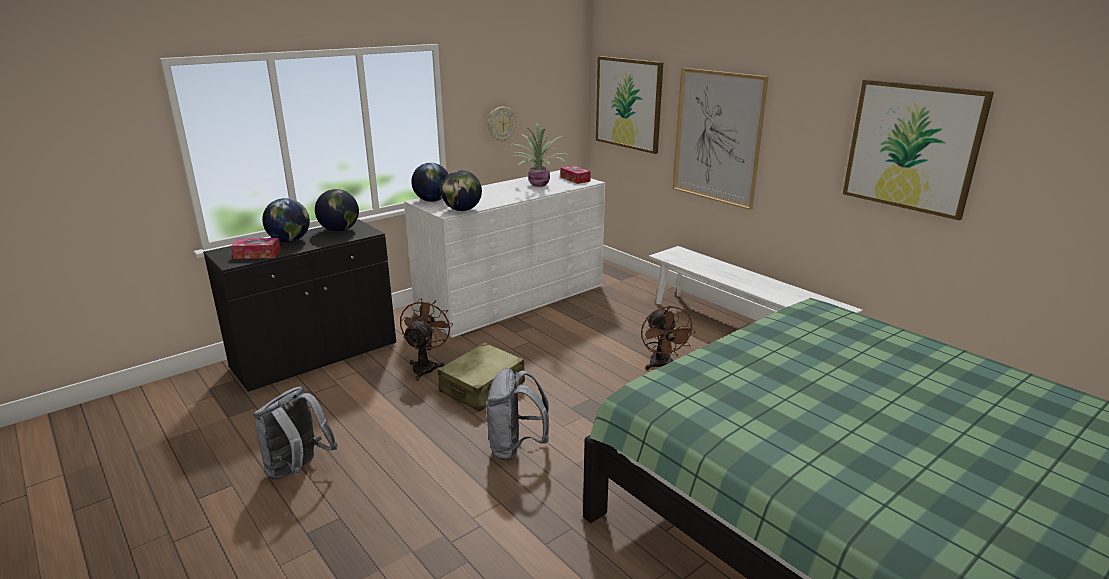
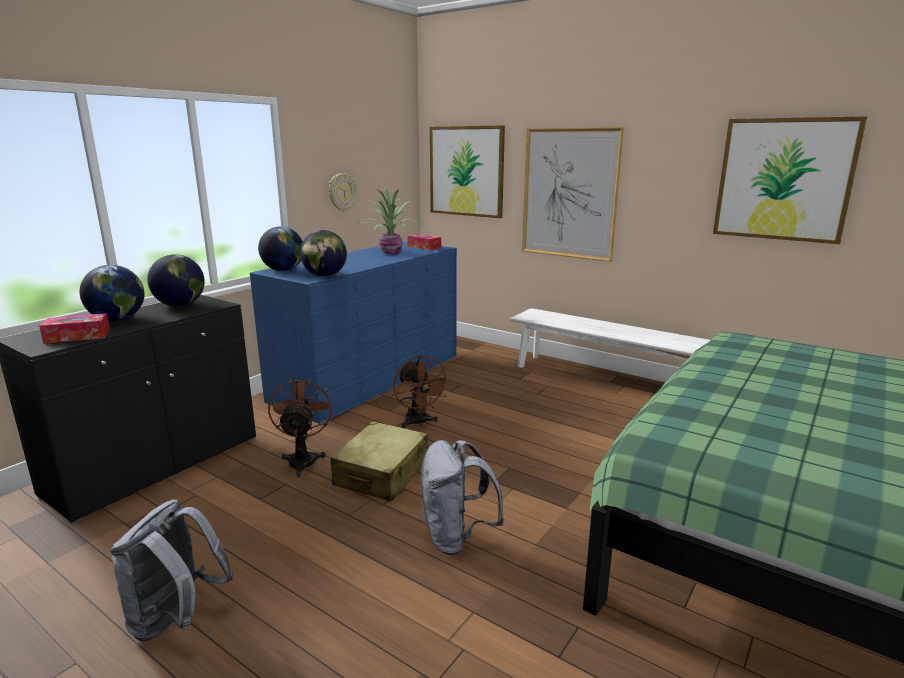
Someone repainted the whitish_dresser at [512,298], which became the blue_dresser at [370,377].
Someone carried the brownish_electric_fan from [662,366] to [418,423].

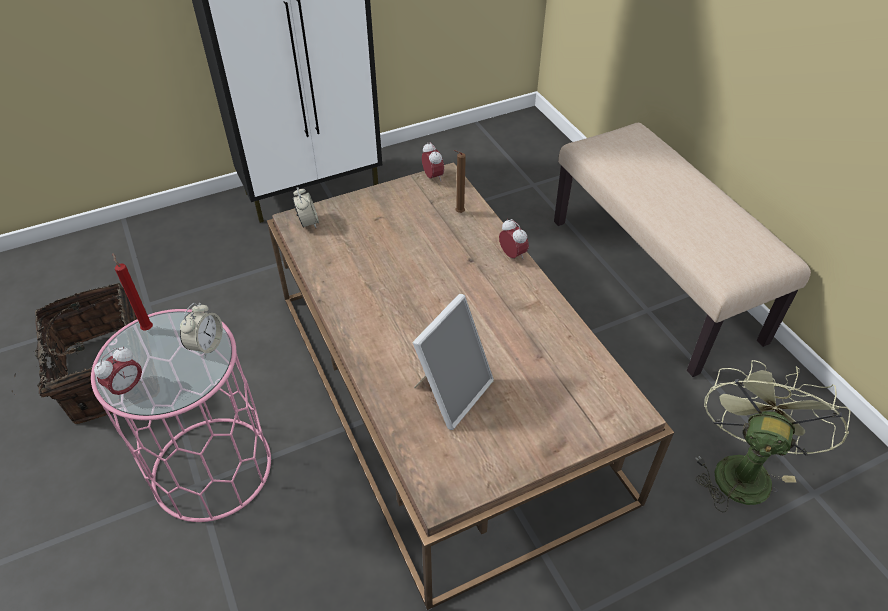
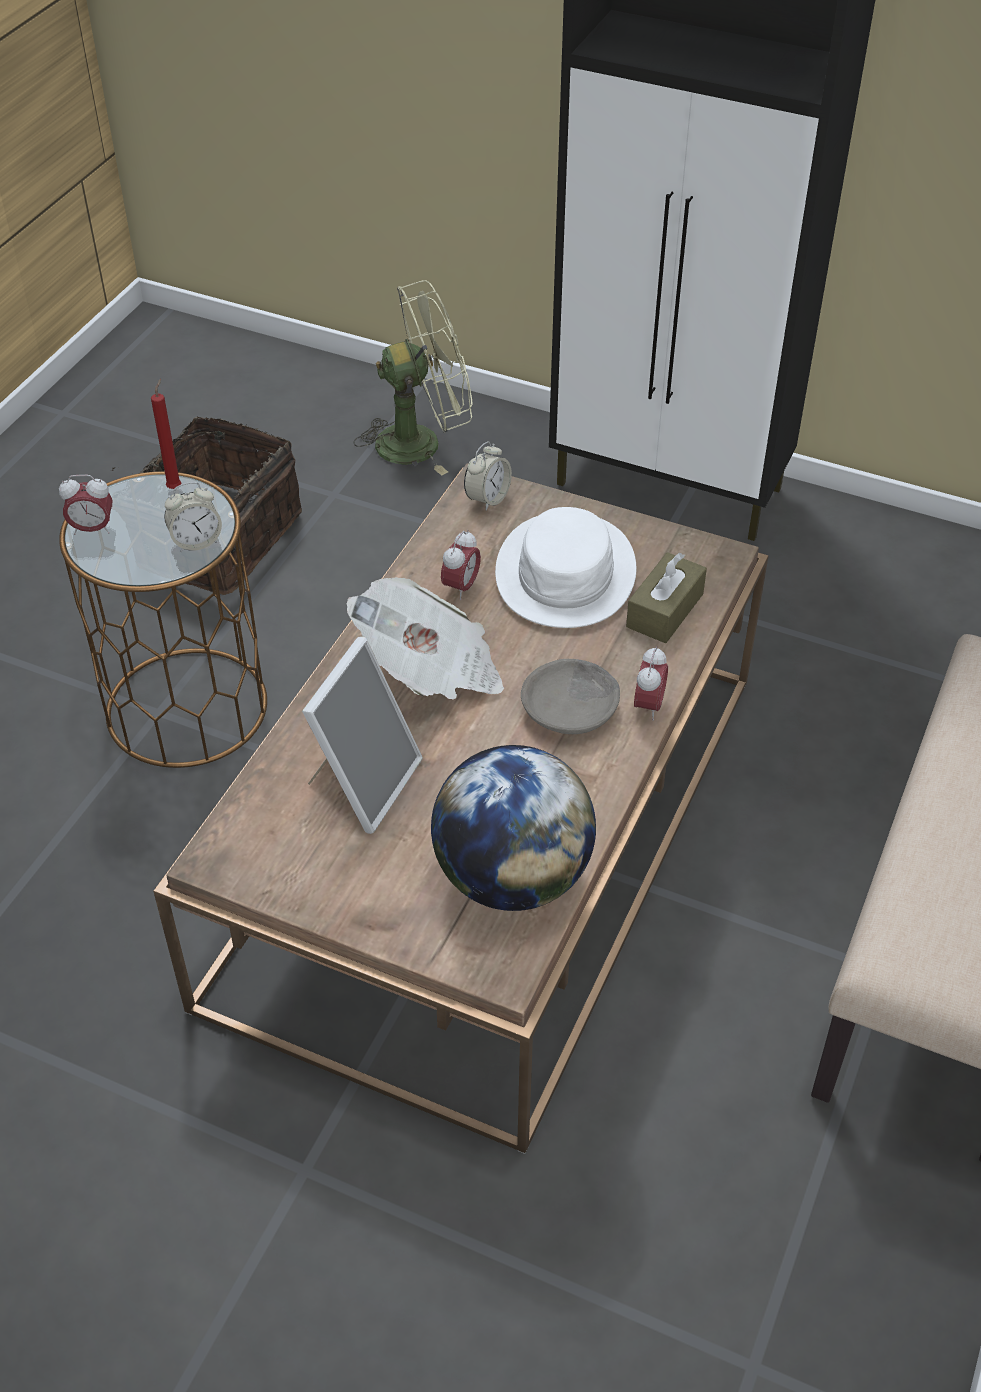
Someone repainted the pink-coloured_side_table at [212,467], which became the brownish_side_table at [187,707].
Someone rotated the picture_frame at [451,392] by 60 degrees counterclockwise.
Someone carried the bedside_clock from [433,177] to [461,587].
Someone swapped the brownish_wax_light at [458,213] for the brownish_box_of_tissues at [665,610].
Someone carried the greenish_electric_fan from [741,468] to [421,441].
Someone put down the daily_paper at [430,670].
Someone put down the desk_globe at [512,877].
Someone put down the whitish_wearable_hat at [566,573].
Someone put down the greyish_serving_bowl at [571,708].

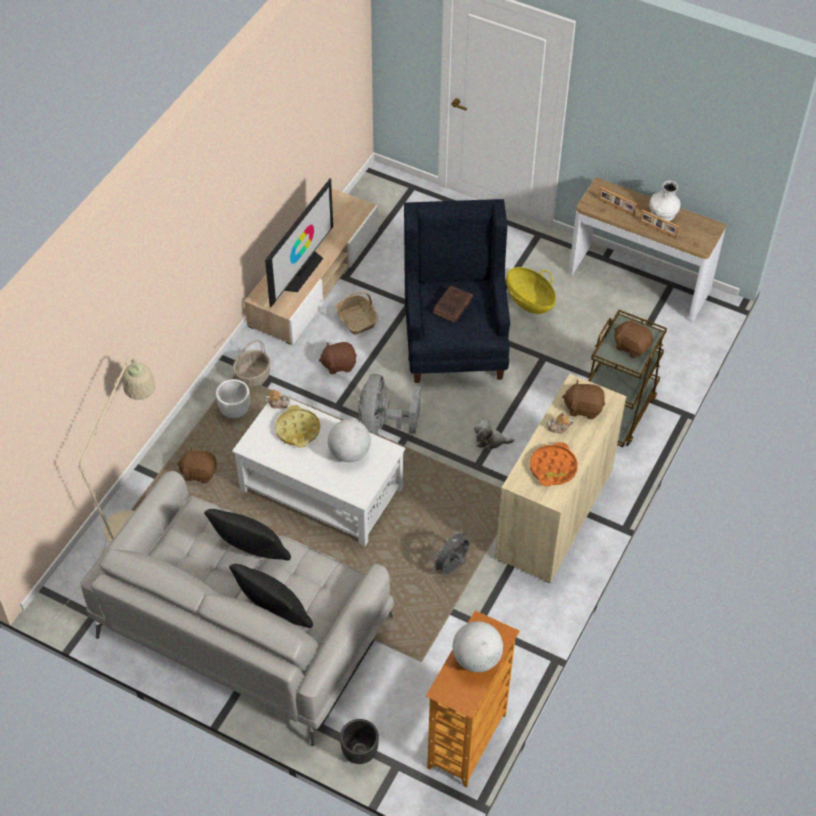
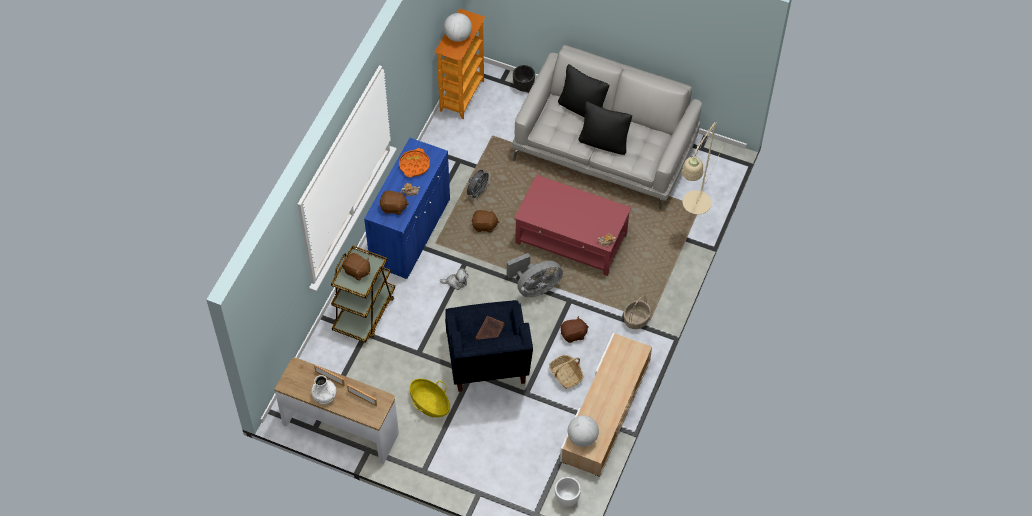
Someone carried the brownish_soft_toy from [199,472] to [484,226].
Someone carried the whitish_plant_pot from [234,410] to [567,498].
Someone repainted the whitish_low_table at [320,488], which became the red_low_table at [571,239].
Someone took away the television at [300,271].
Someone took away the yellowish_carrying_tray at [298,429].
Someone carried the desk_globe from [349,453] to [582,438].
Someone rotated the greyish_electric_fan at [382,426] by 60 degrees clockwise.
Someone repainted the sand-coloured_storage_cabinet at [554,514], which became the blue_storage_cabinet at [410,232].

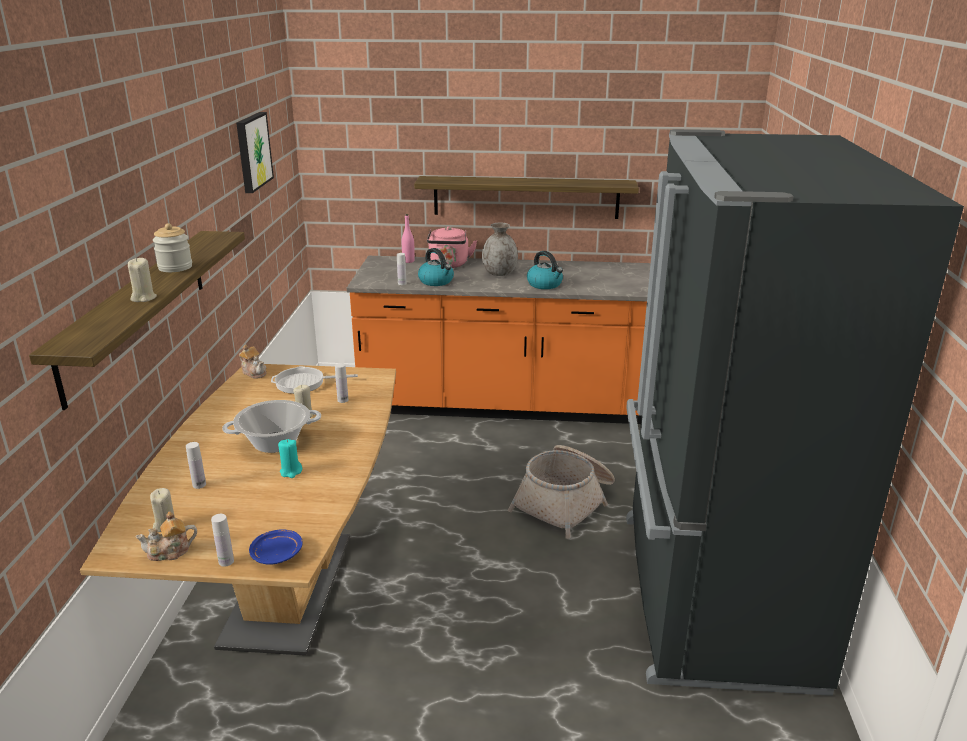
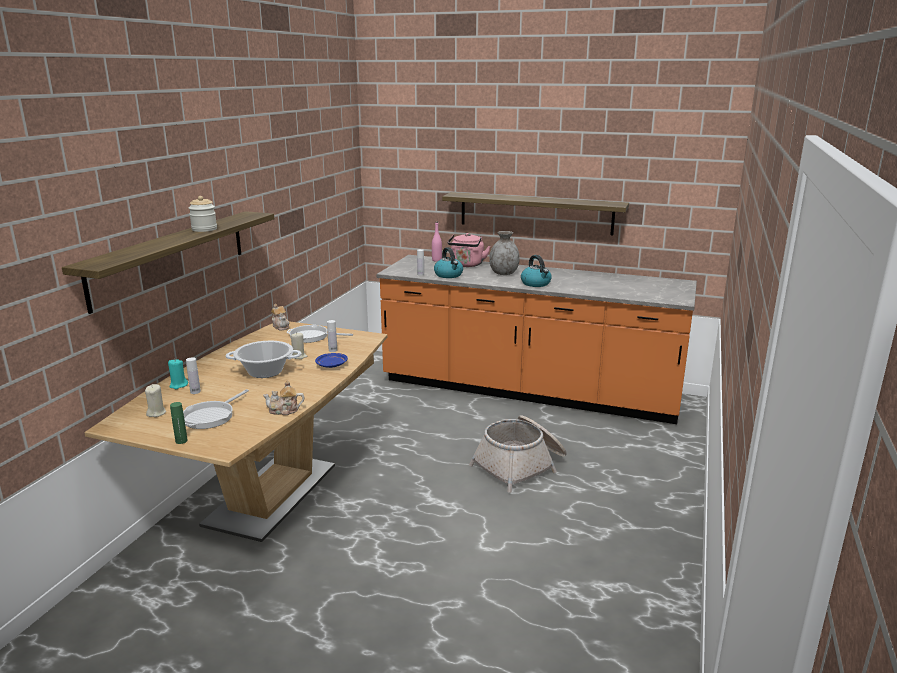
Someone took away the sand-coloured_wax_light at [143,298].
Someone carried the tea_pot from [170,552] to [284,410].
Someone repainted the whitish_bottle at [226,561], which became the greenish_bottle at [181,441].
Someone took away the wall_art at [252,151].
Someone carried the blue_plate from [277,554] to [331,365].
Someone carried the blue-green_wax_light from [291,472] to [178,385].
Someone took away the black-coloured_refrigerator at [710,597].
Someone put down the pan at [211,416].

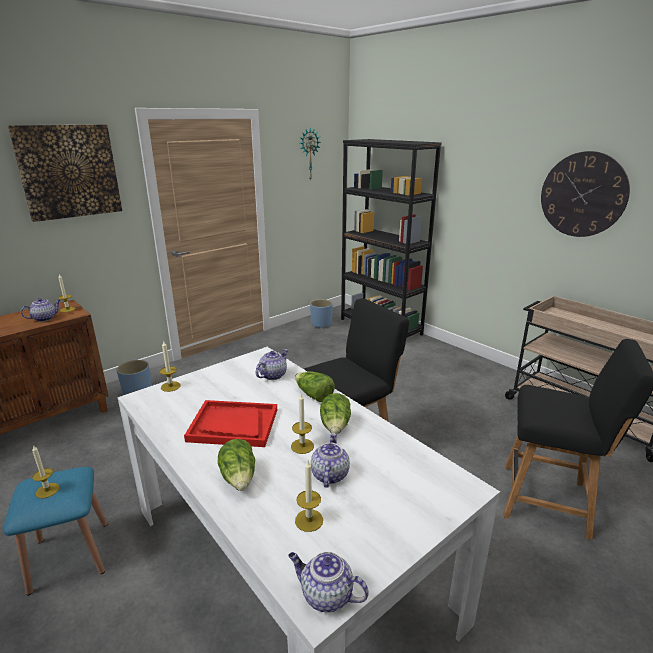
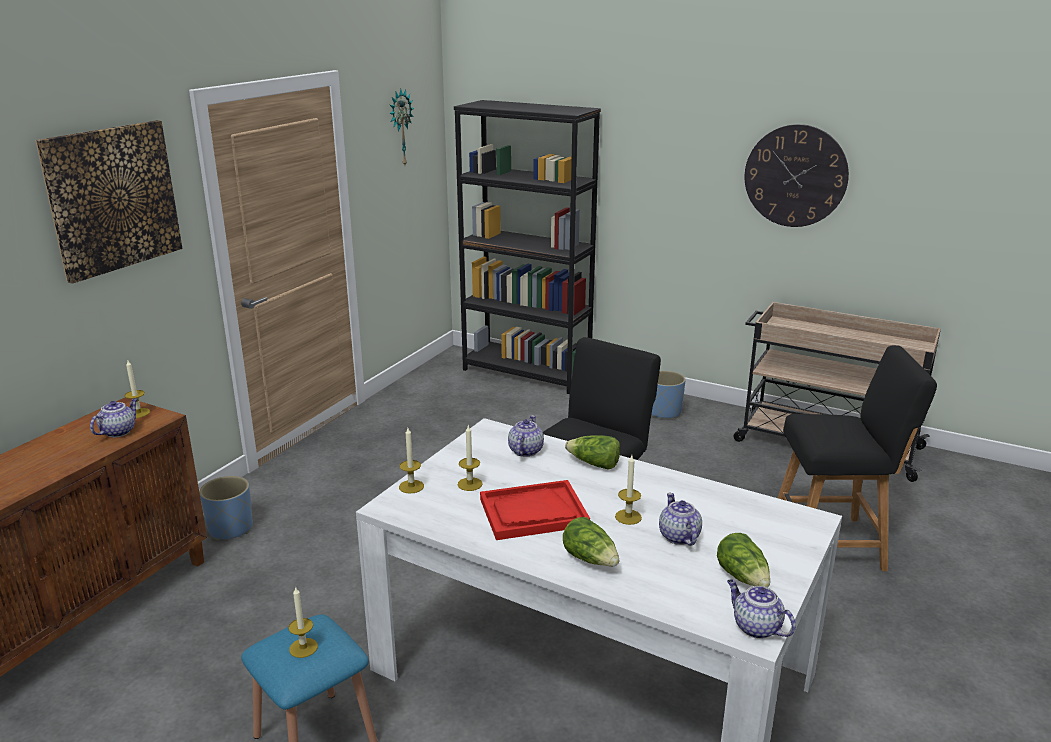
Someone rotated the tea_pot at [325,595] by 45 degrees clockwise.
Someone carried the wax_light from [309,520] to [470,484].
Someone carried the blue_plant_pot from [321,324] to [664,412].
Someone carried the lettuce from [336,426] to [743,577].

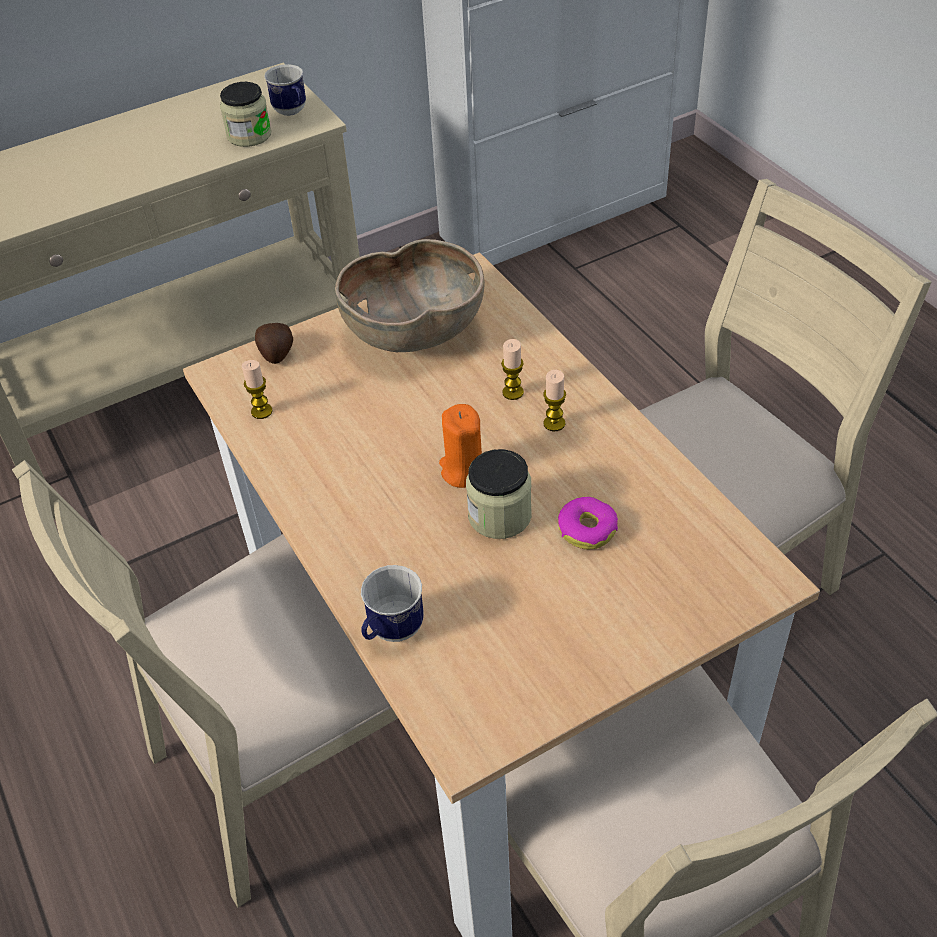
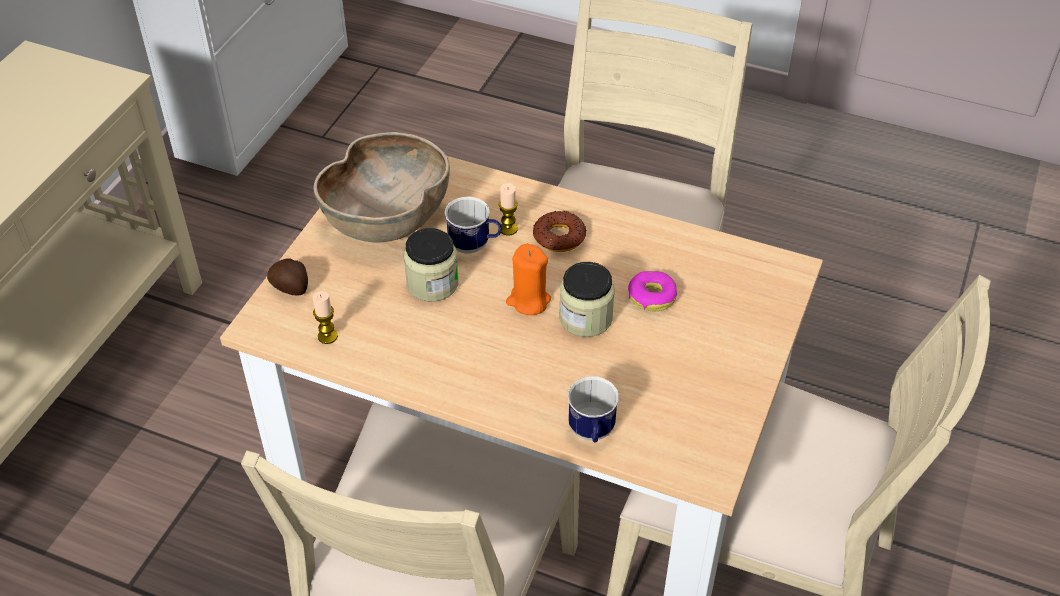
Someone carried the preserve_jar from [249,135] to [432,283].
Someone carried the mug from [292,112] to [475,246].
Someone swapped the wax_light at [554,423] for the ring_doughnut at [559,236].

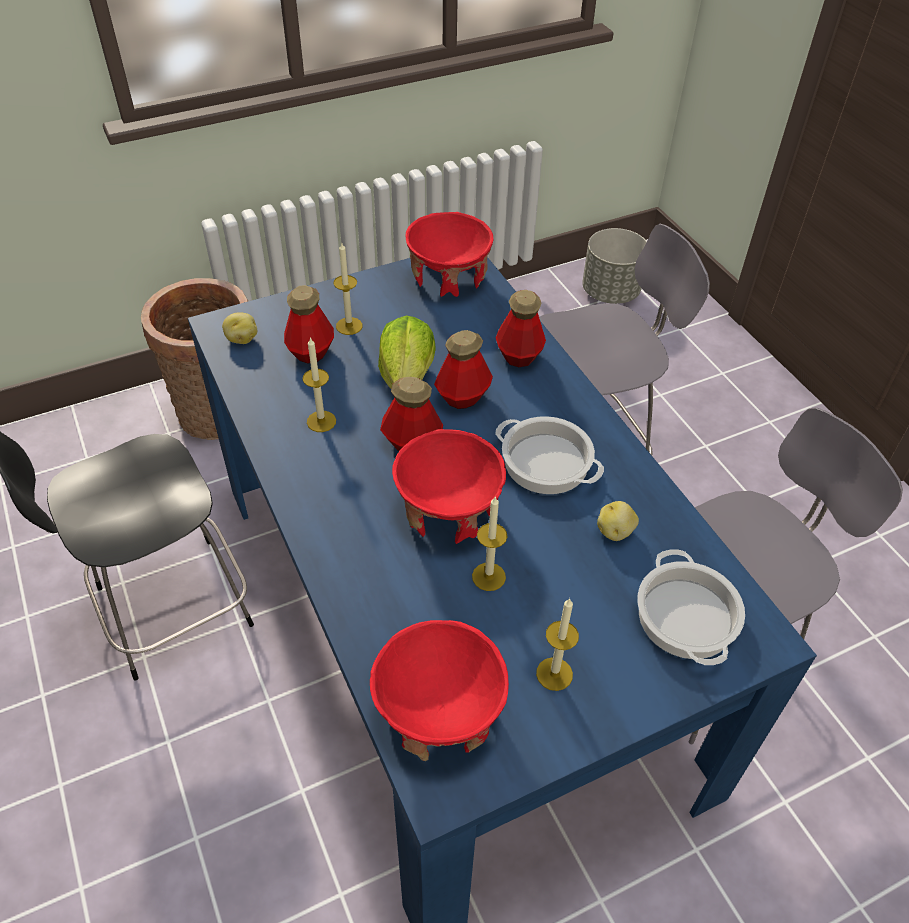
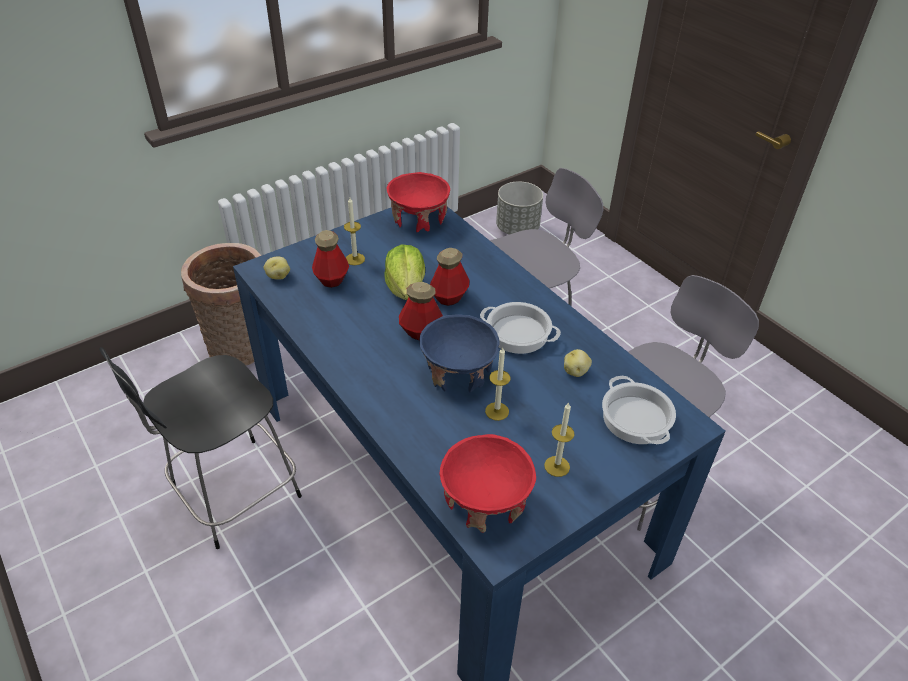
Someone took away the wax_light at [321,421].
Someone repainted the red_serving_bowl at [448,511], which became the blue_serving_bowl at [458,373].
Someone took away the bottle at [519,355].

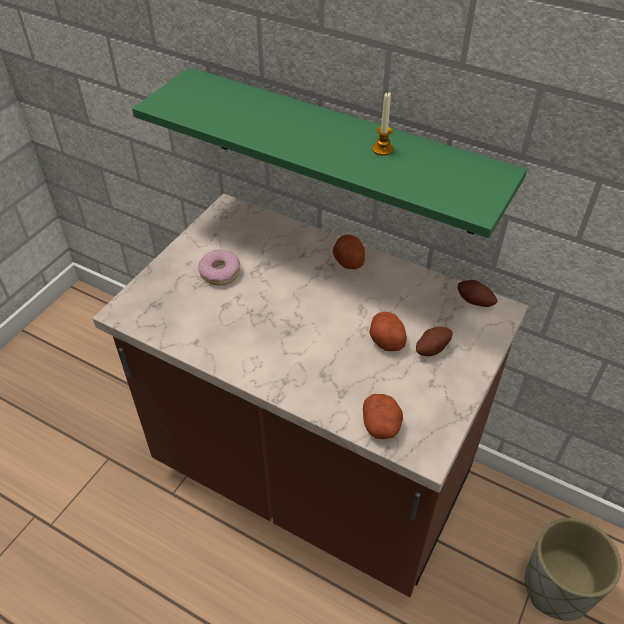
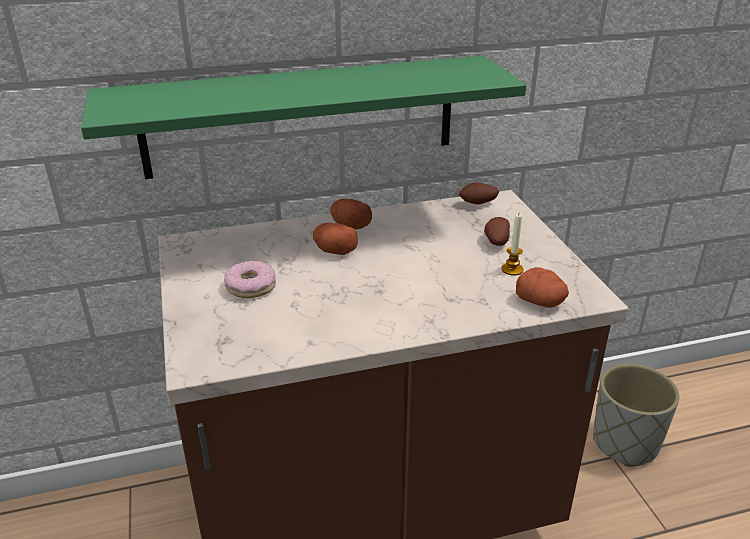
Someone carried the whole_potato from [386,339] to [334,250].
Someone carried the wax_light from [382,149] to [512,269].

